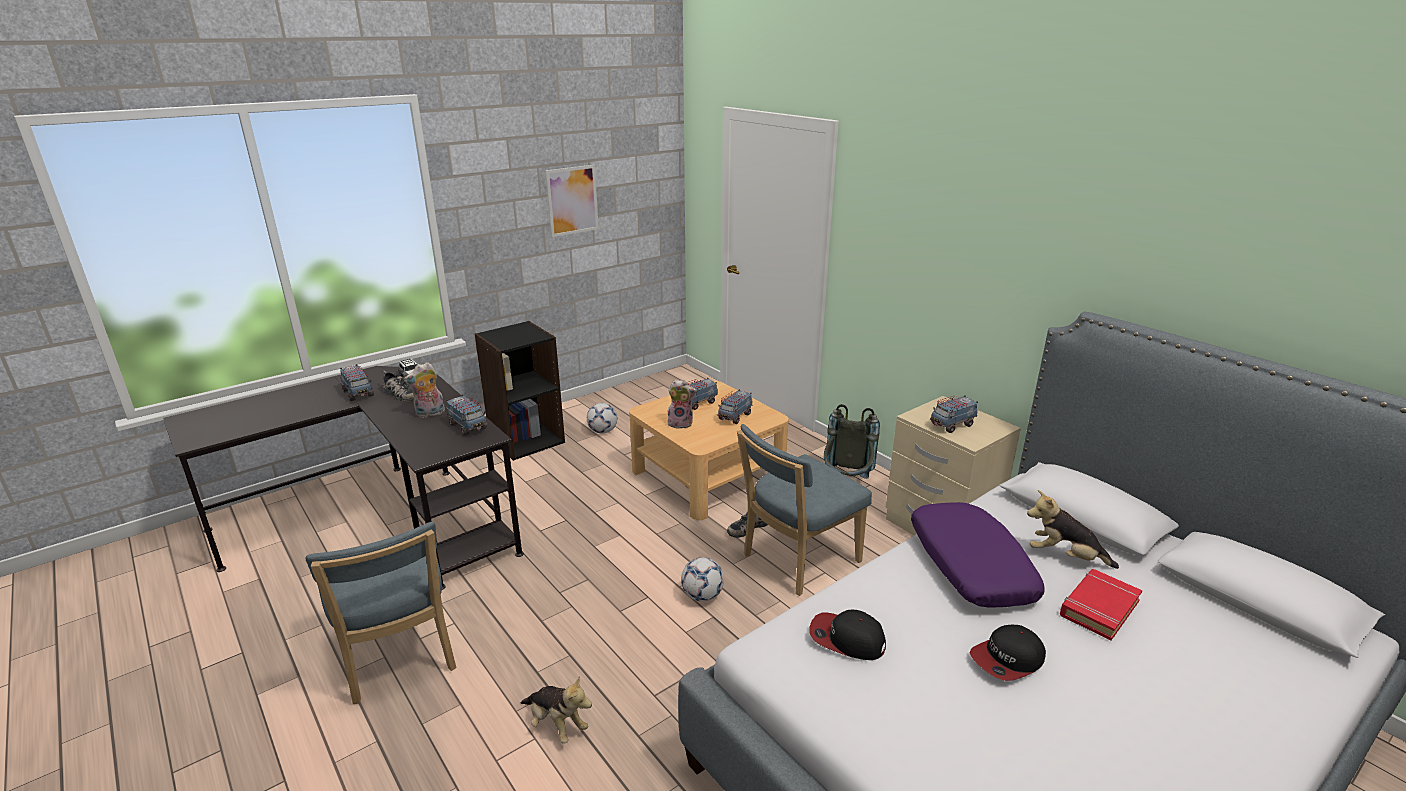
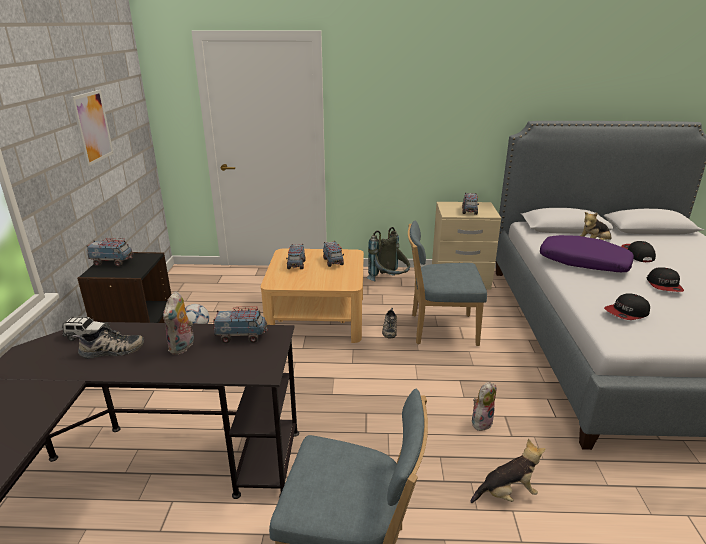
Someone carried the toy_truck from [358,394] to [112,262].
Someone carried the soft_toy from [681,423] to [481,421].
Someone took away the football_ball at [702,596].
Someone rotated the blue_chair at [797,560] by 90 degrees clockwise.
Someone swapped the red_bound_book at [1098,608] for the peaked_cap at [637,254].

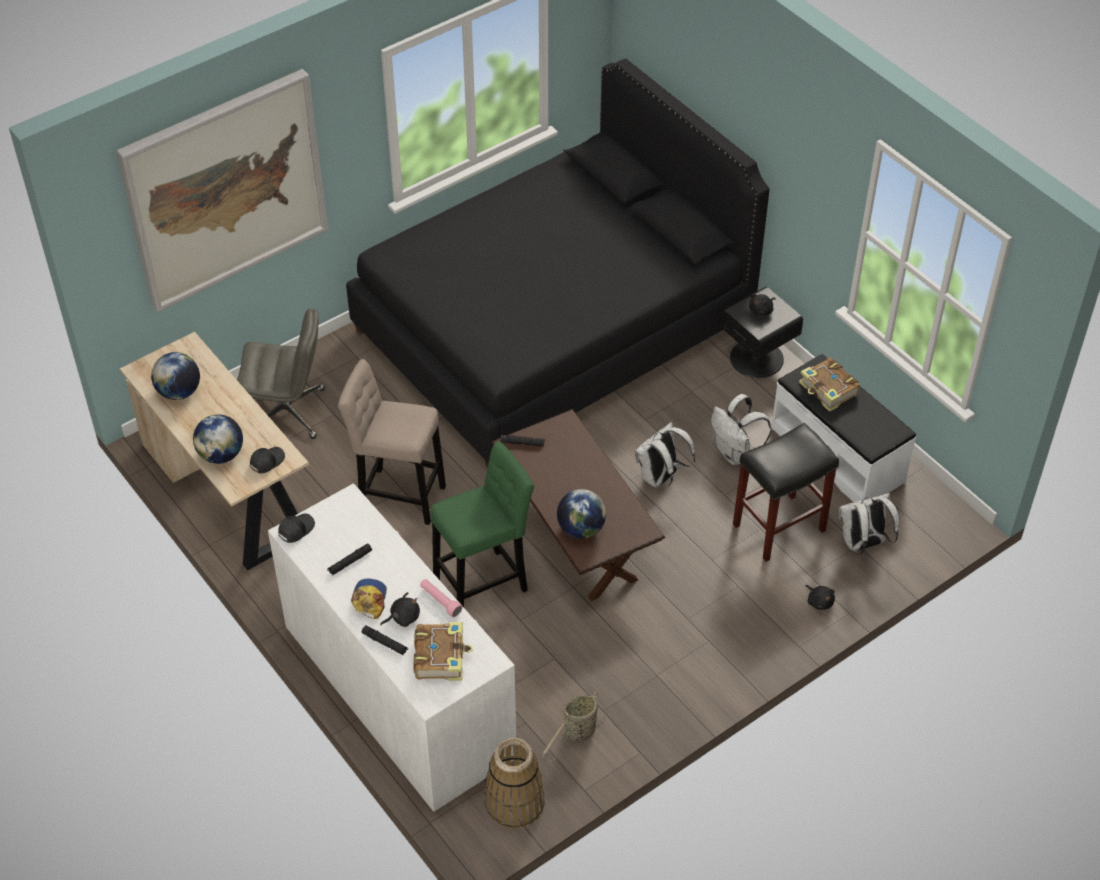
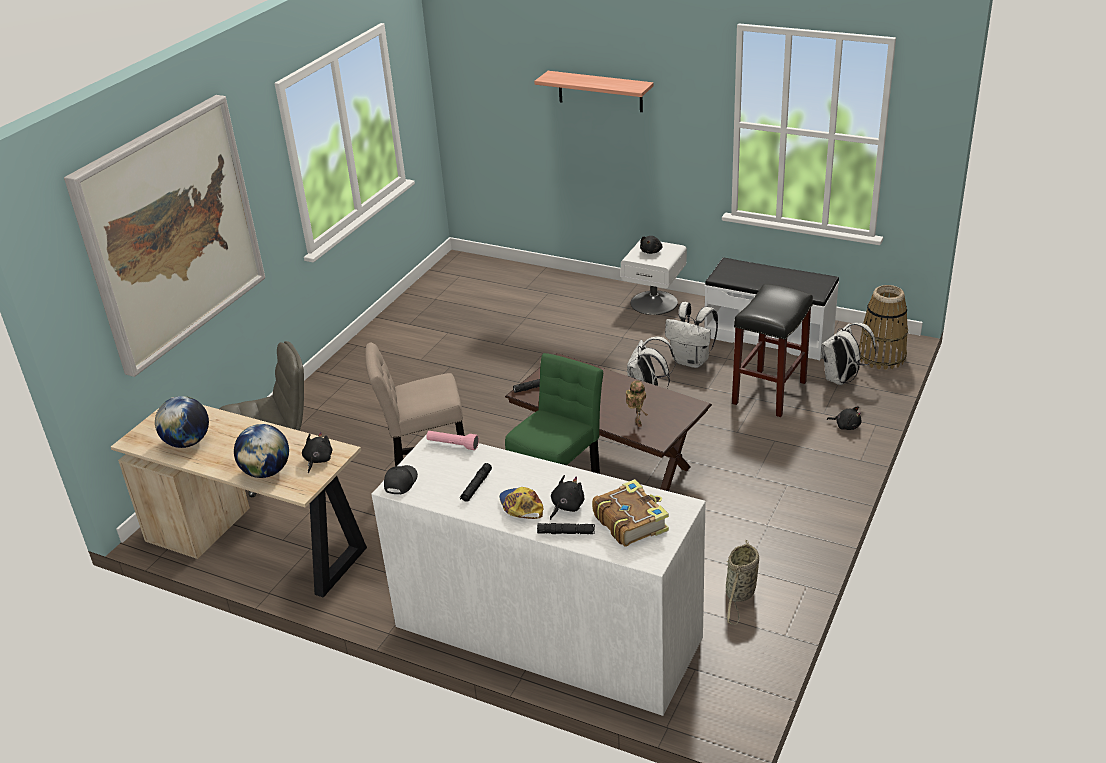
Someone swapped the black-coloured_peaked_cap at [266,461] for the black-coloured_soft_toy at [317,460].
Someone took away the black-coloured_sleeping_bed at [552,327].
Someone carried the pink-coloured_flashlight from [440,601] to [452,445].
Someone carried the storage_basket from [514,803] to [881,357].
Someone swapped the desk_globe at [581,529] for the model_robot at [637,423].
Someone repainted the black-coloured_nightstand at [757,358], which became the whitish_nightstand at [654,302].
Someone took away the bound_book at [828,390].
Someone put up the bracket_shelf at [600,91].

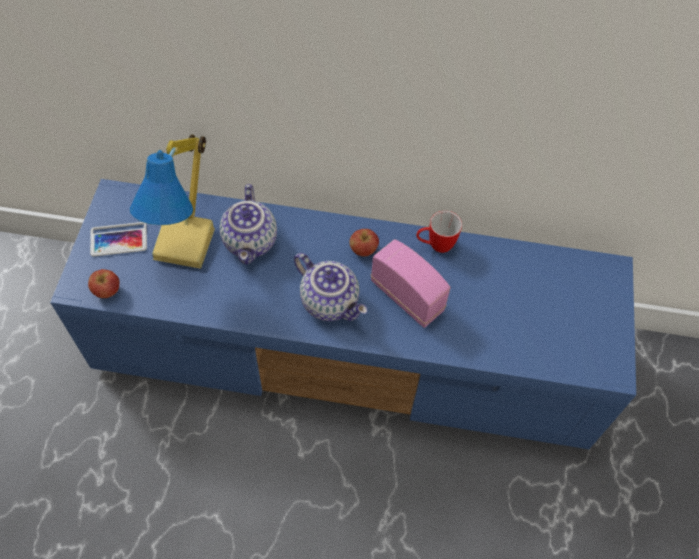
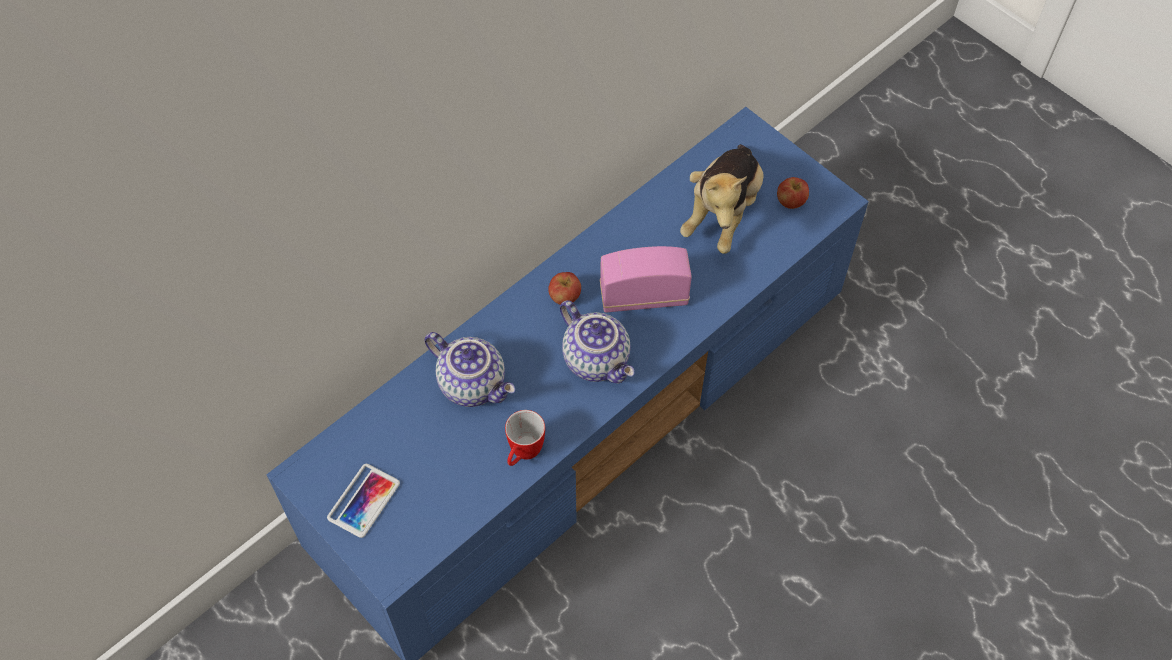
Someone carried the whole_apple from [107,291] to [790,202].
Someone took away the table_lamp at [187,243].
Someone rotated the tea_pot at [331,301] by 60 degrees clockwise.
Someone carried the mug from [435,245] to [523,454].
Someone put down the soft_toy at [722,212].

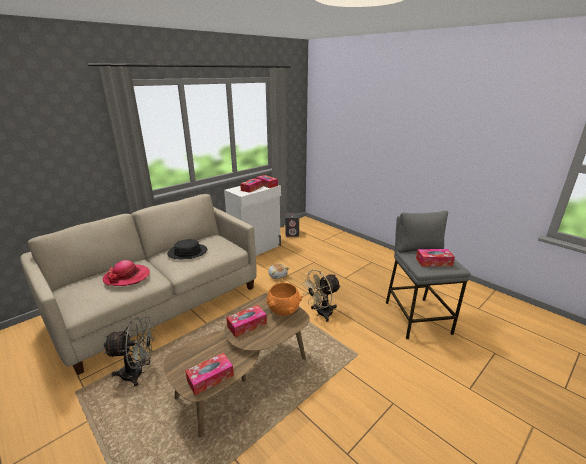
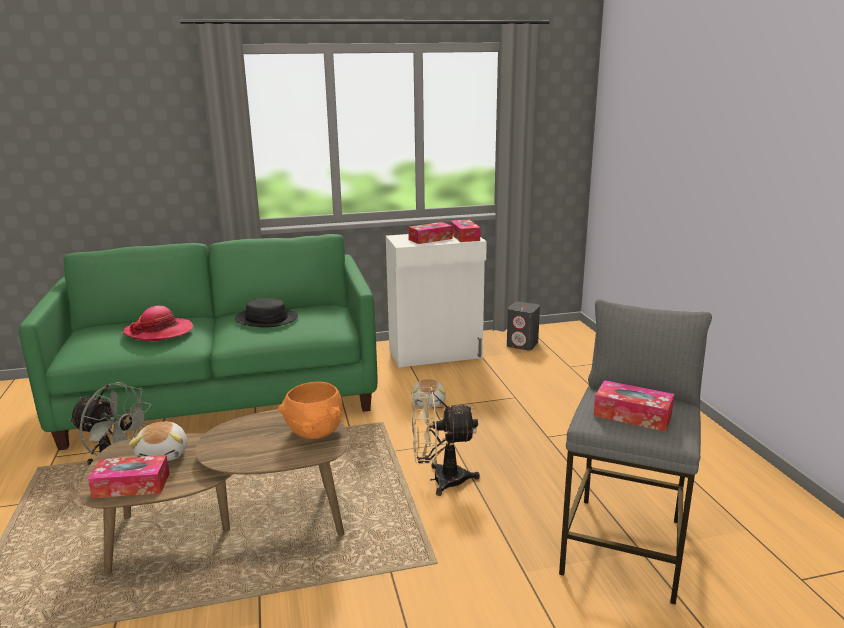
Someone repainted the sand-coloured_settee at [160,304], which became the greenish_settee at [224,396].
Someone took away the box_of_tissues at [247,325].
Someone put down the soft_toy at [164,454].

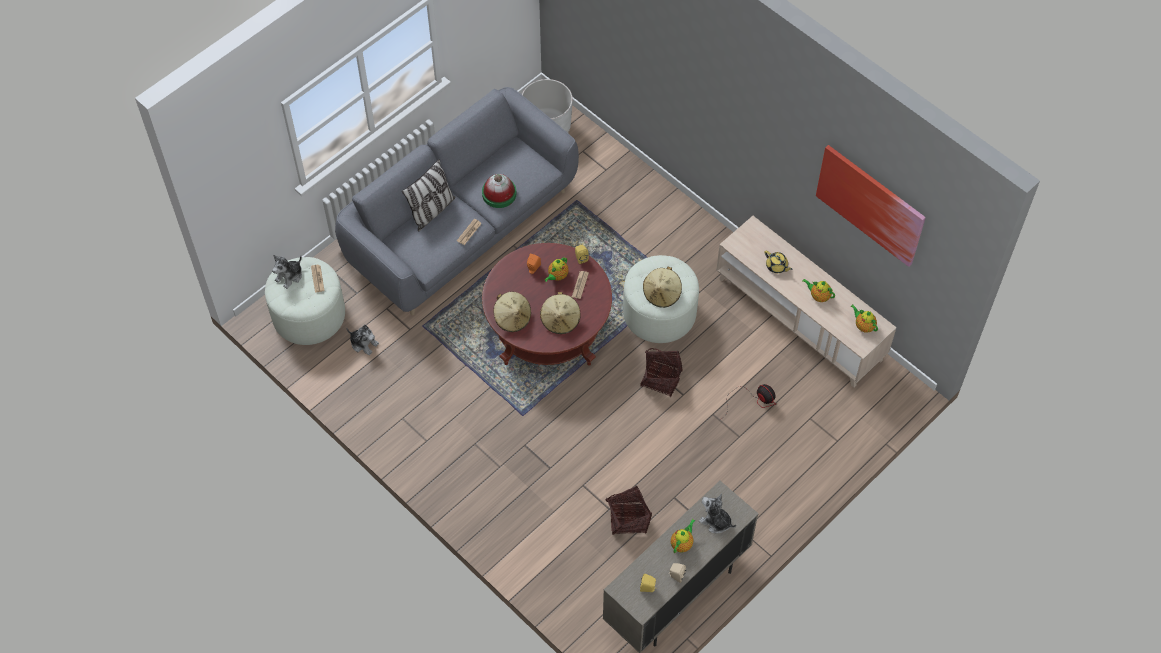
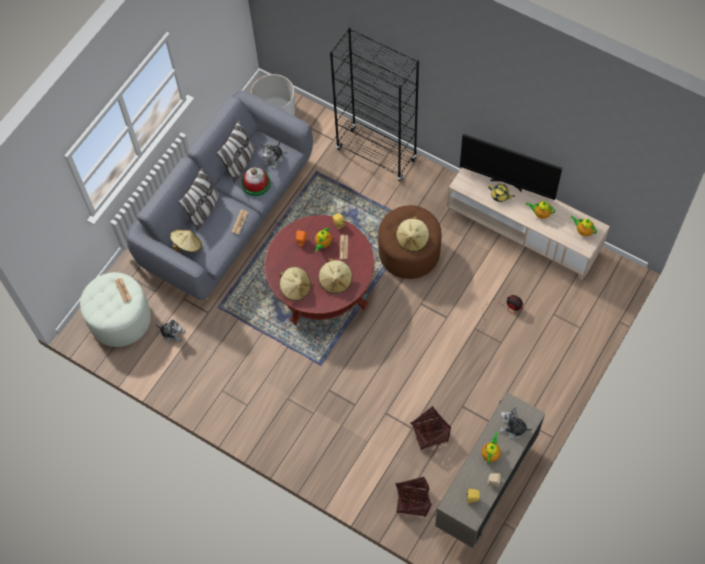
Someone carried the soft_toy from [289,276] to [273,158].
Someone repainted the whitish_ottoman at [659,313], which became the brownish_ottoman at [409,252].
Someone carried the storage_basket from [661,379] to [413,501].
Someone took away the wall_art at [870,204].
Someone put down the sand-coloured_wearable_hat at [187,245].
Someone put down the cushion at [240,163].
Someone put down the black-coloured_bookcase at [376,154].
Someone put down the television at [507,183].

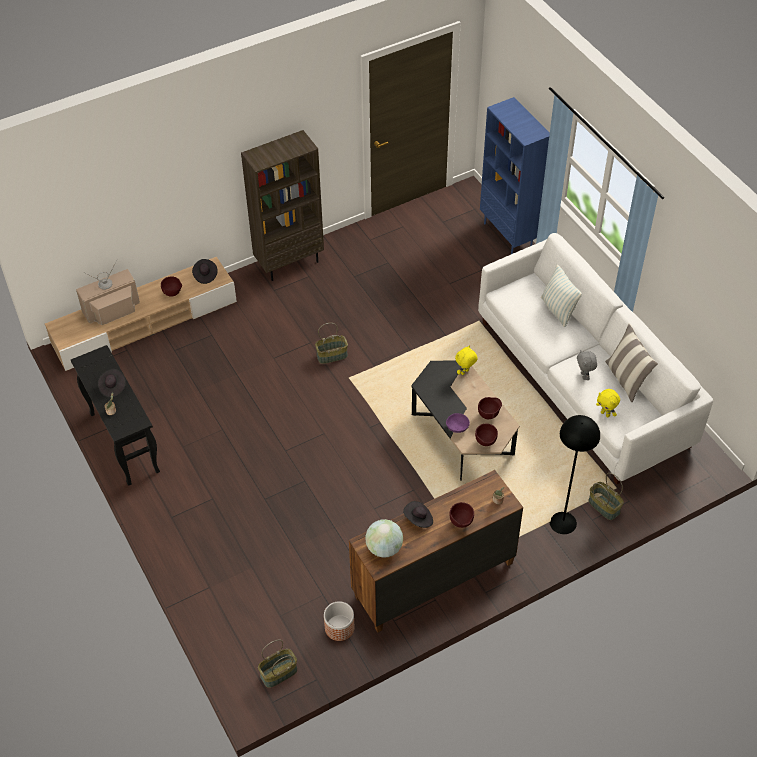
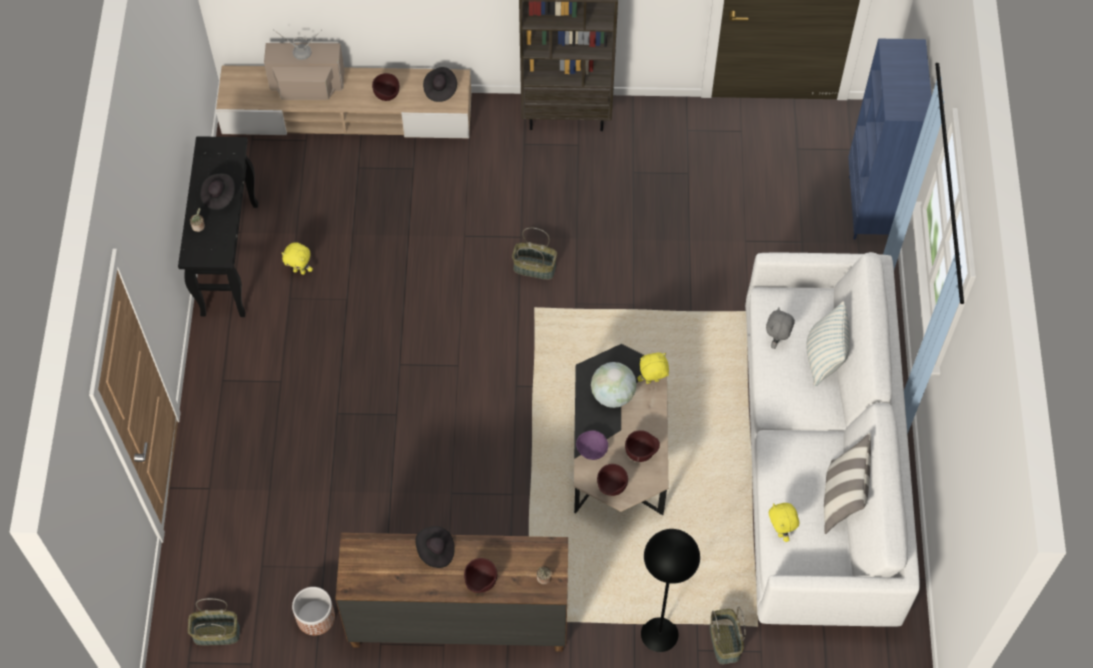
Someone carried the desk_globe from [384,548] to [612,395].
Someone carried the greyish_soft_toy from [584,376] to [776,340].
Someone put down the yellowish_soft_toy at [300,271].

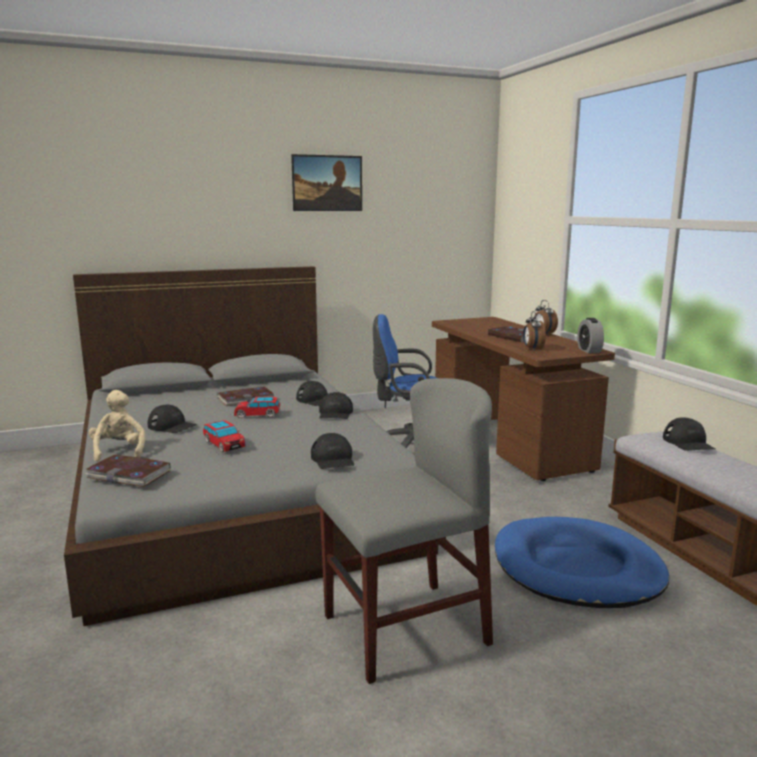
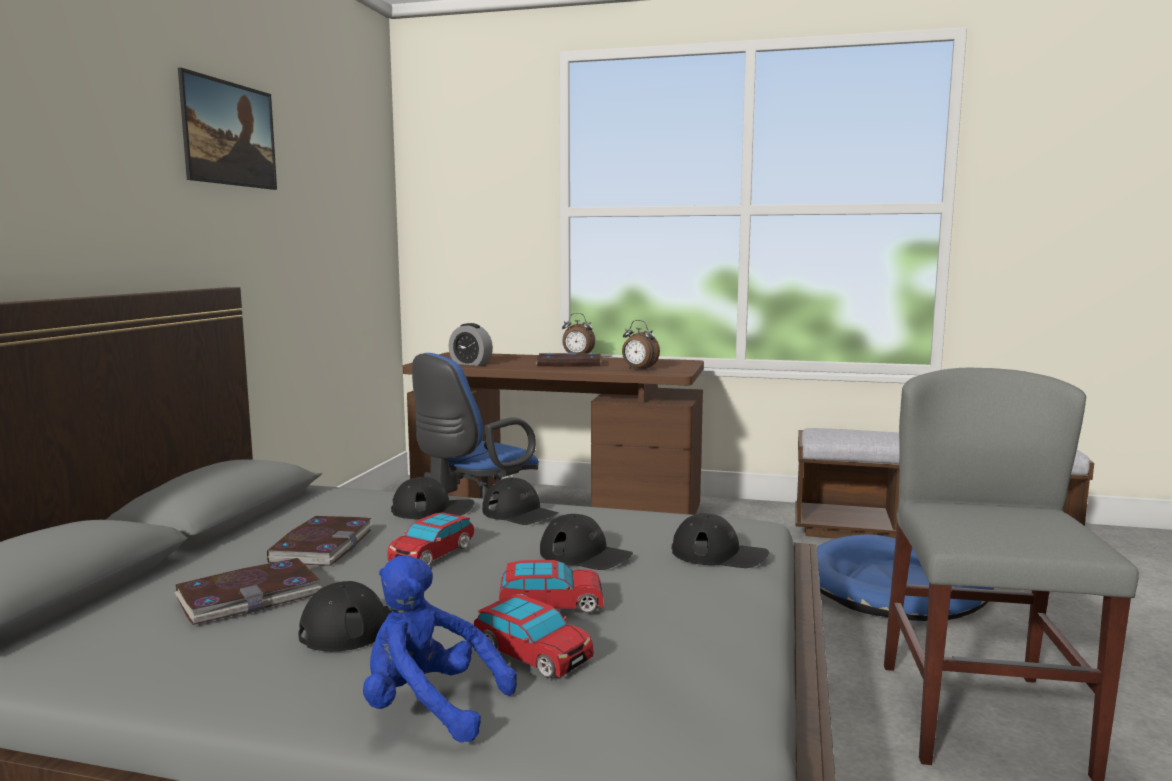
Someone carried the bound_book from [129,474] to [249,596].
Someone repainted the sand-coloured_soft_toy at [119,451], which became the blue_soft_toy at [429,708].
Someone carried the bedside_clock from [589,350] to [470,363].
Someone carried the black-coloured_peaked_cap from [688,443] to [585,555].
Someone put down the model_car at [532,654].

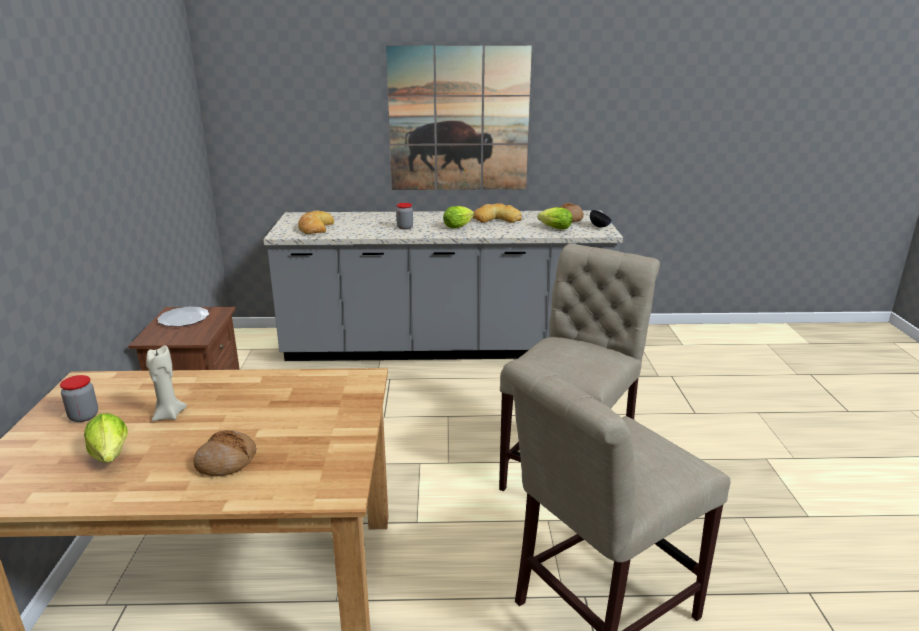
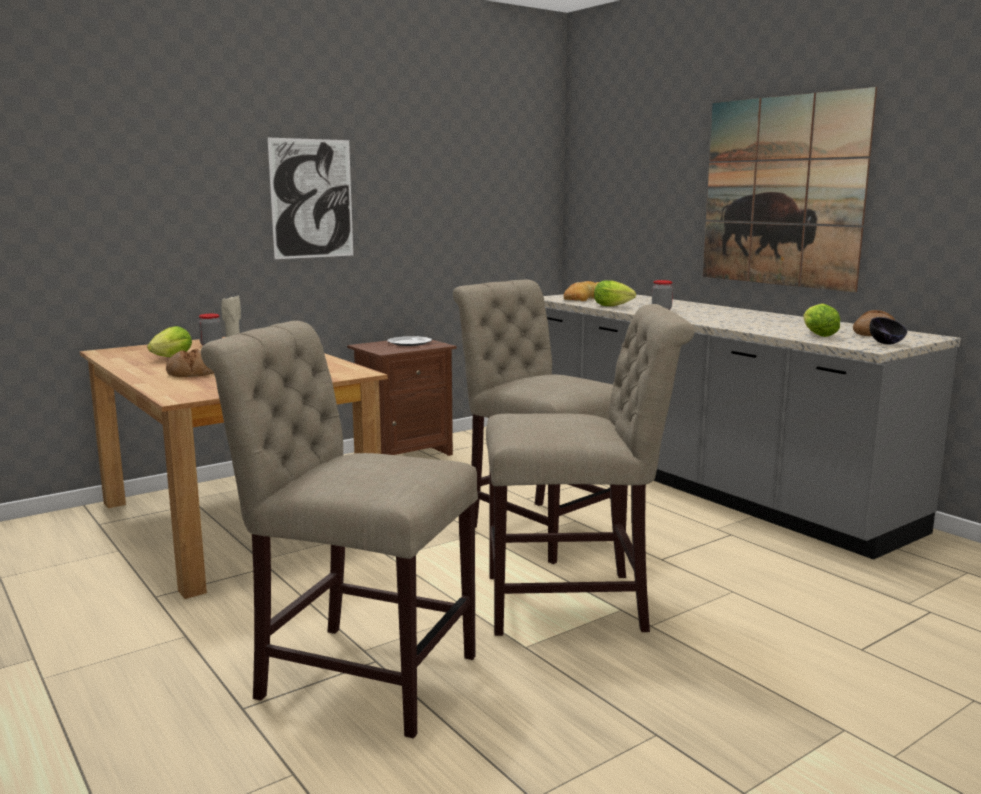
Someone carried the lettuce from [459,226] to [614,306].
Someone took away the bread at [496,219].
Someone put up the wall_art at [312,199].
Someone put down the sand-coloured_chair at [539,527].

